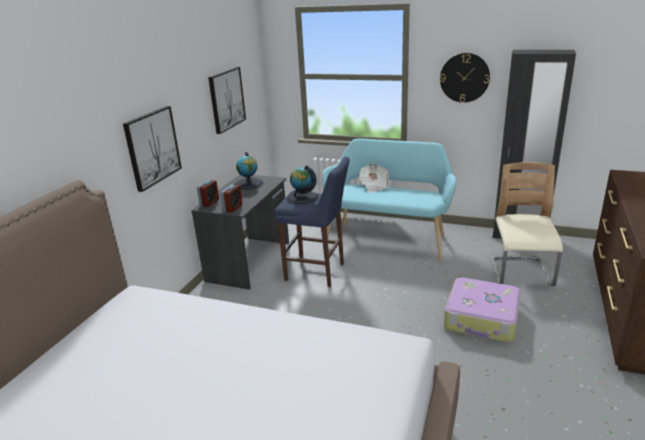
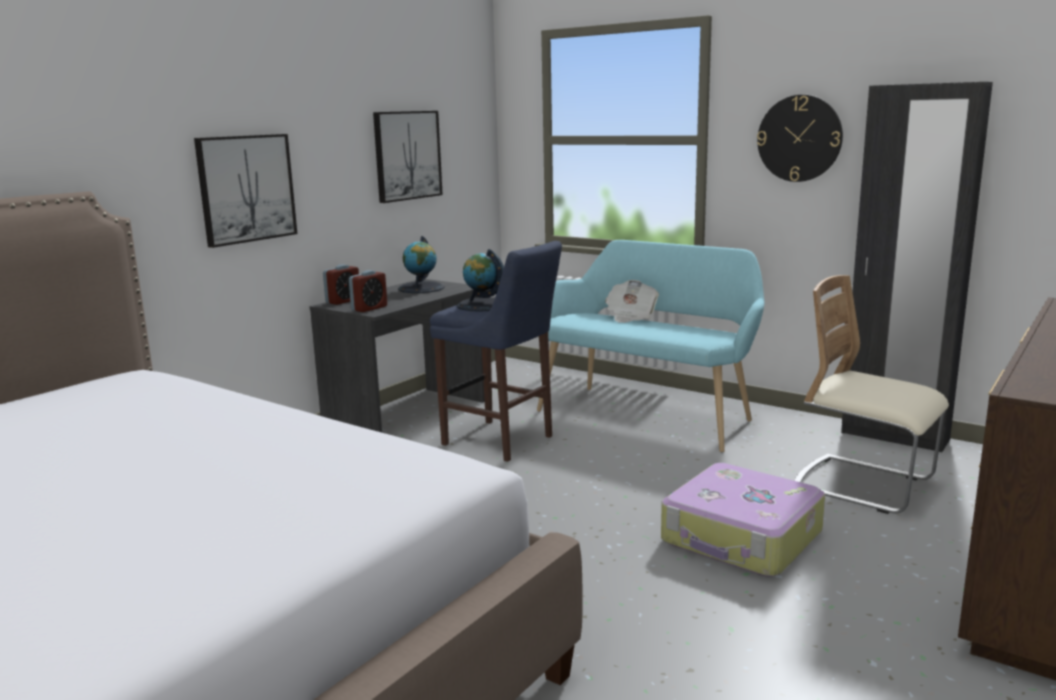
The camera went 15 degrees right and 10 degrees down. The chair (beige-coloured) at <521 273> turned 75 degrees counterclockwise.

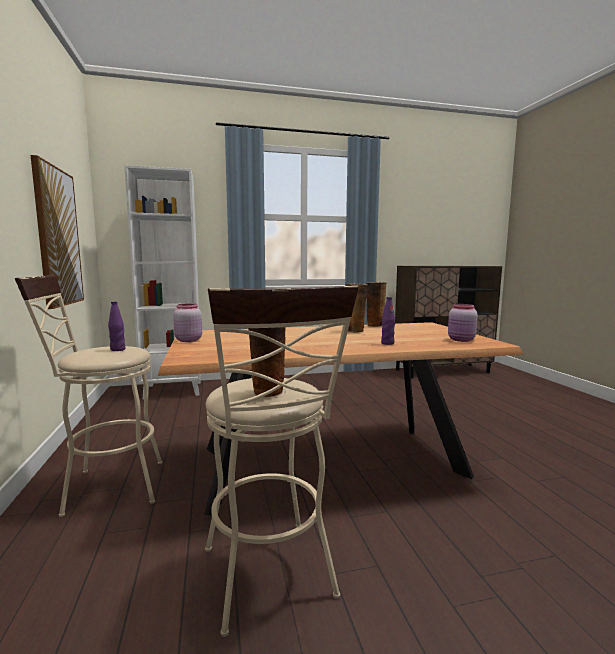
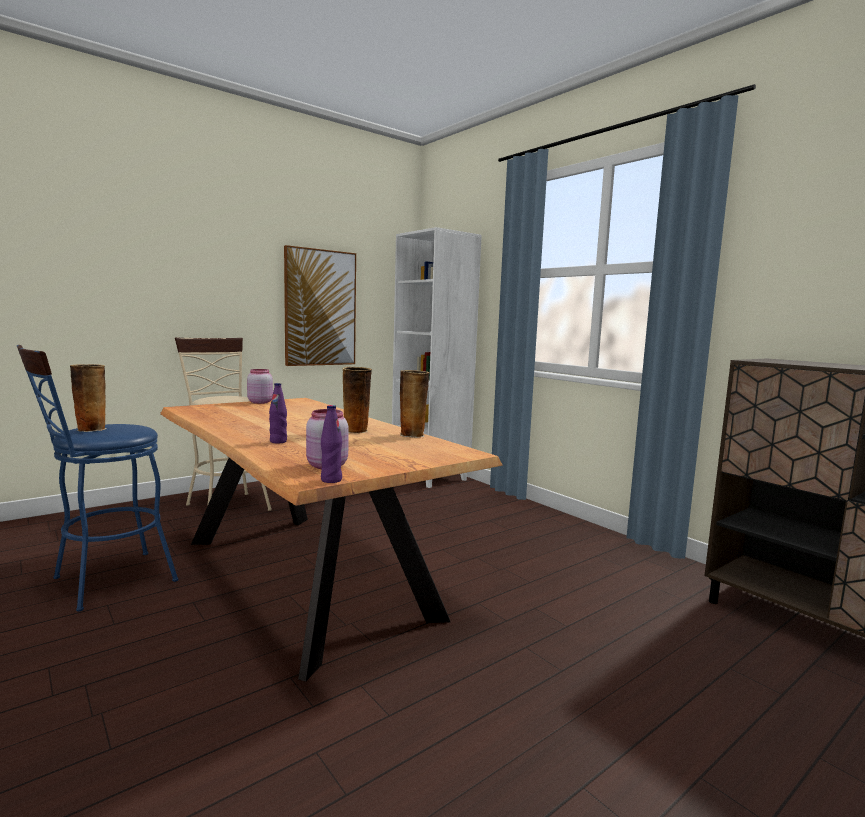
The camera went 65 degrees right and 0 degrees up. The stool (beige-coloured) at <271 580> became the stool (bluish) at <104 582>. The drink bottle (purple-coloured) moved from <118 350> to <331 480>.

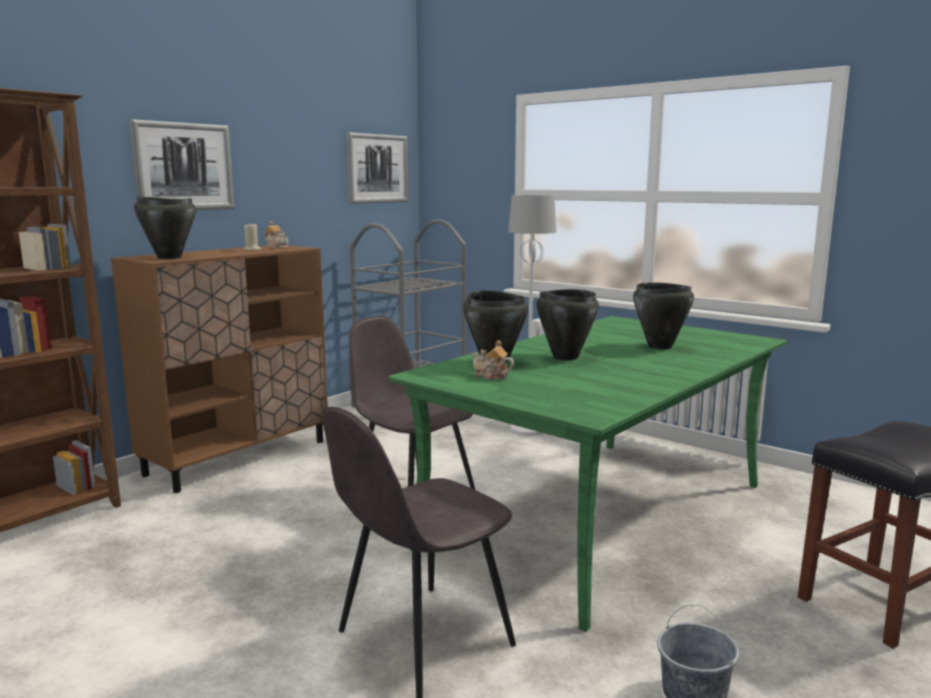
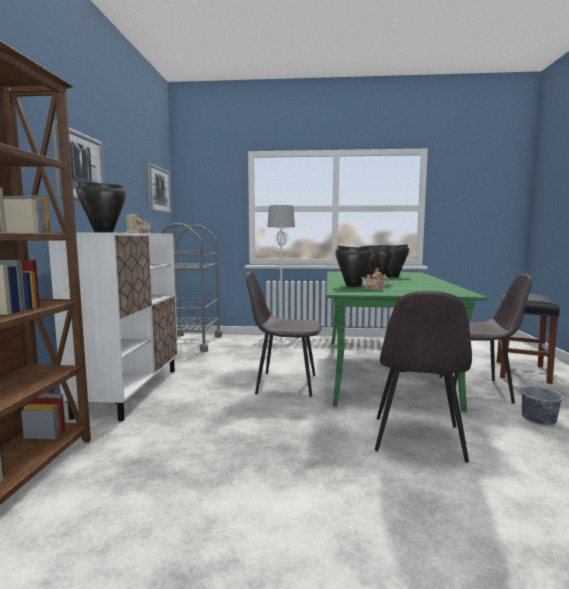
The camera went 35 degrees left and 5 degrees down. The cupboard (brownish) at <238 457> became the cupboard (white) at <130 391>. The chair (gray) at <476 389> appeared.

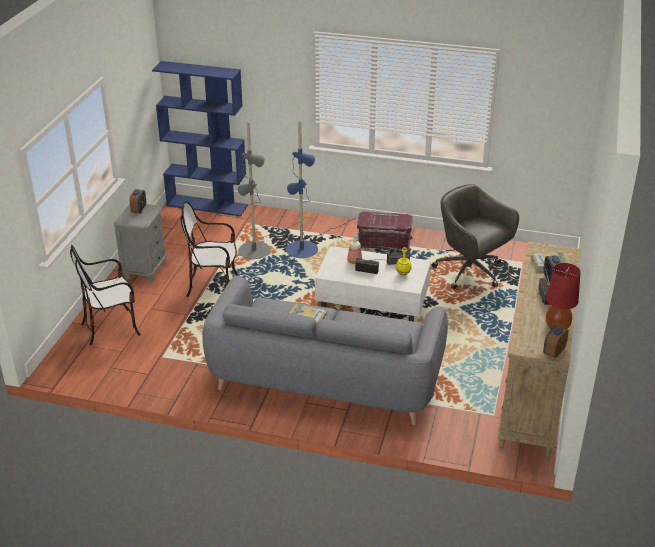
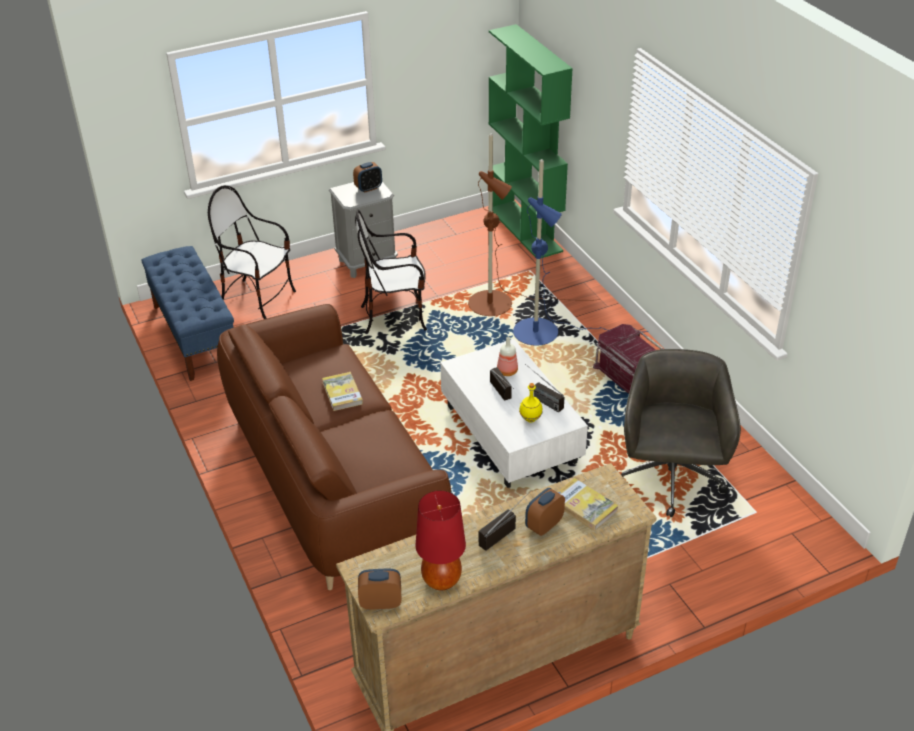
The camera went 50 degrees right and 5 degrees up. The bench (bluish) at <194 335> appeared. The sofa (gray) at <325 379> became the sofa (brownish) at <333 479>. The chair at <213 286> turned 60 degrees counterclockwise. The standard lamp (gray) at <259 247> became the standard lamp (brownish) at <500 303>. The bookshelf (bluish) at <207 205> became the bookshelf (greenish) at <525 229>.

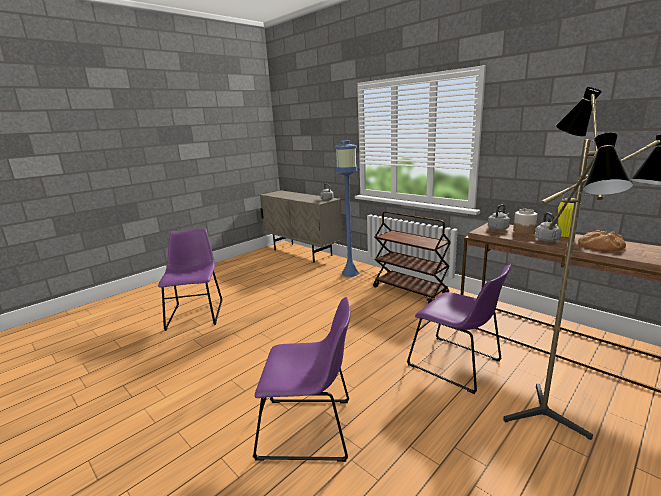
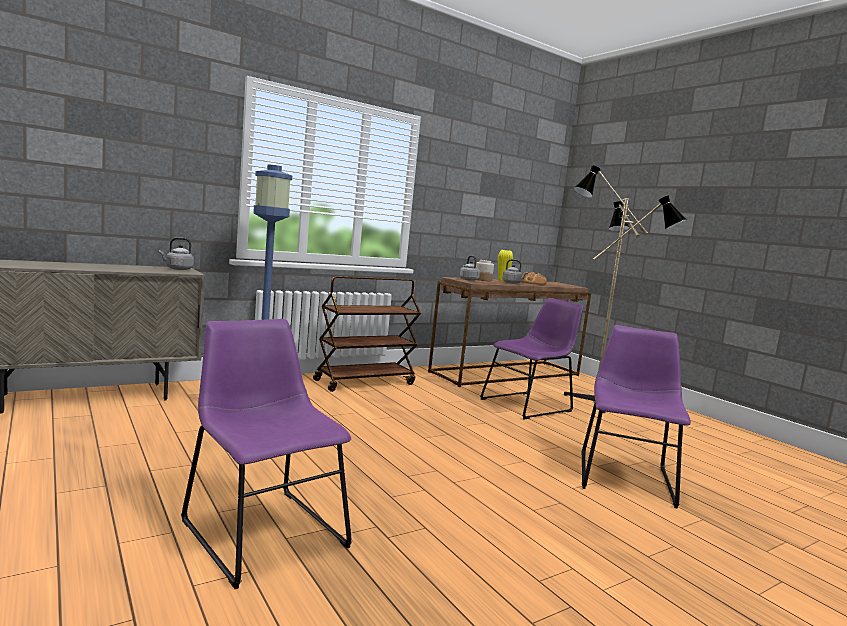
The camera went 80 degrees left and 10 degrees down. The chair (purple-coloured) at <196 313> turned 45 degrees clockwise.

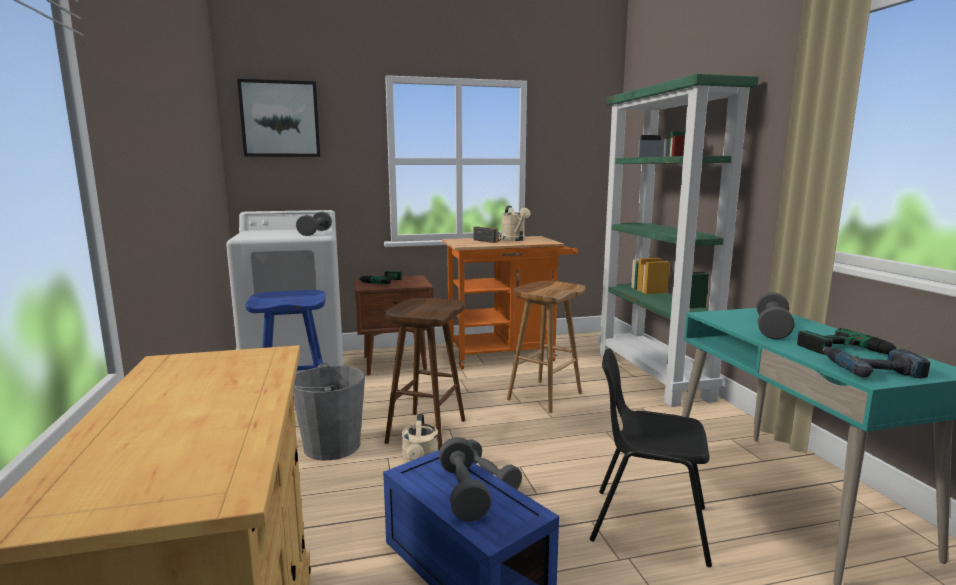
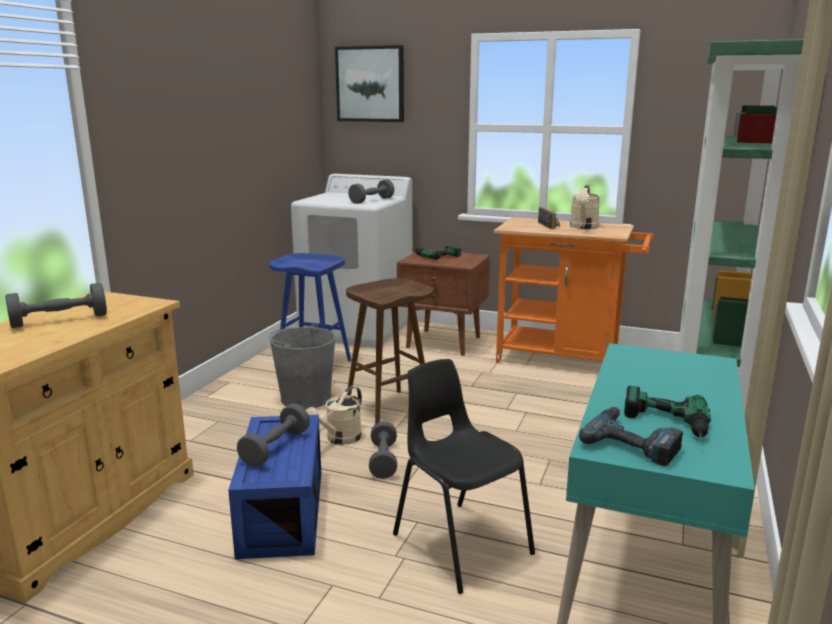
The camera went 35 degrees right and 5 degrees up. The free weight (gray) moved from <772 329> to <60 320>. The stool (brownish) at <544 395> disappeared.

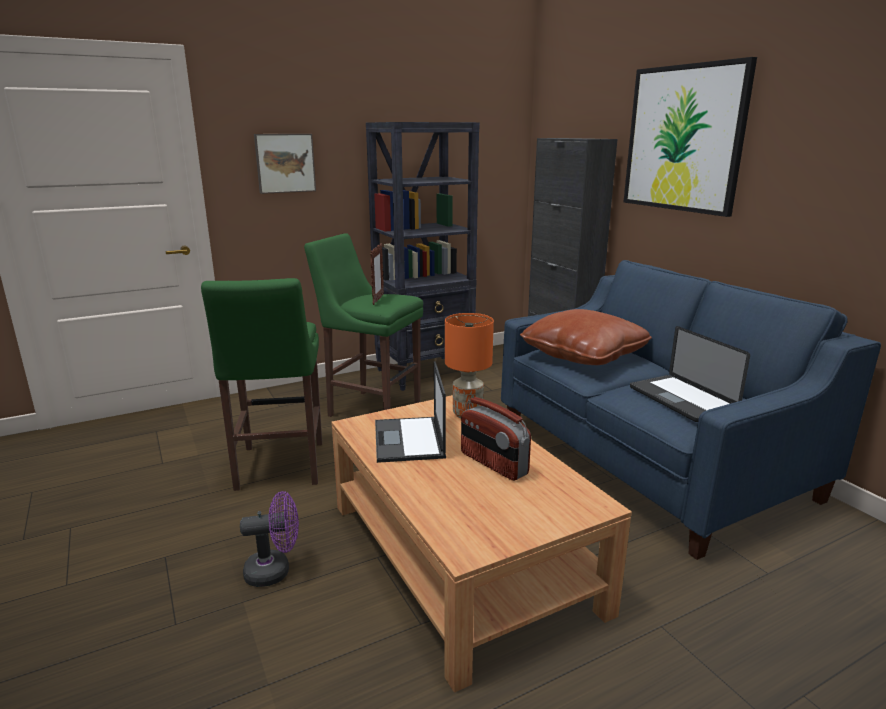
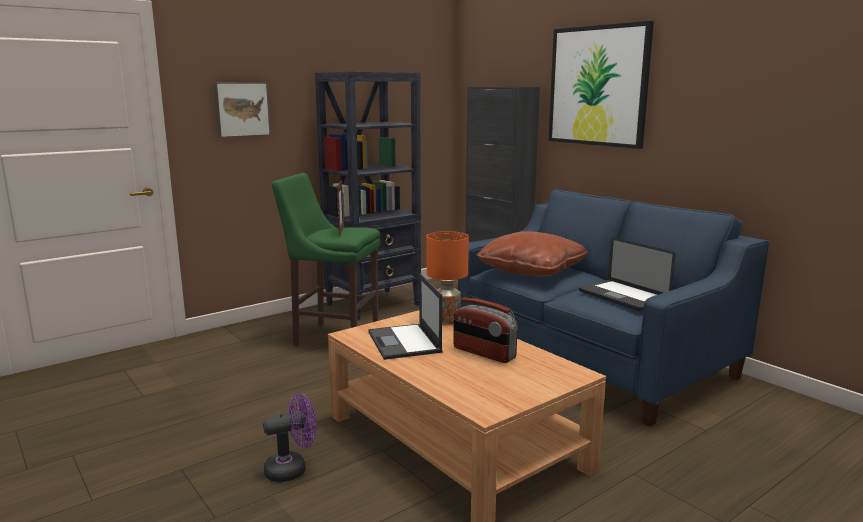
The camera went 10 degrees left and 5 degrees down. The stool (greenish) at <279 468> disappeared.

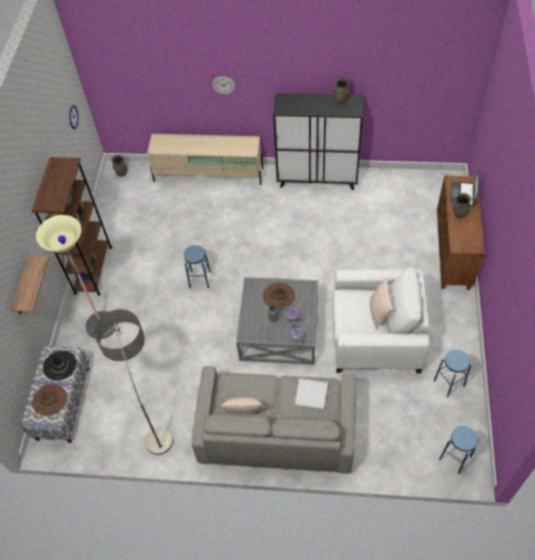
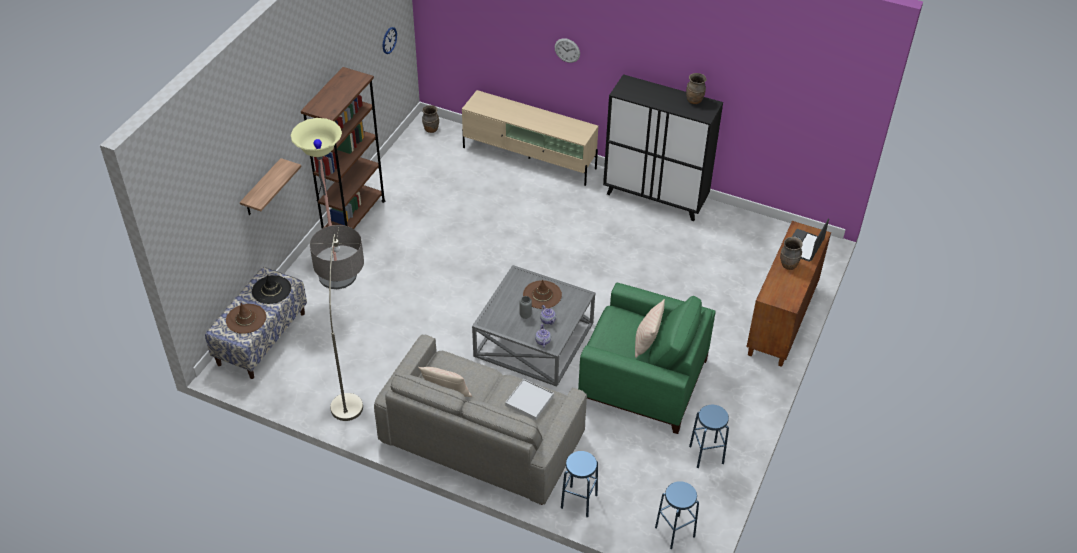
The camera went 15 degrees right and 10 degrees down. The stool (bluish) moved from <200 279> to <579 501>. The easy chair (white) at <374 337> became the easy chair (greenish) at <641 380>.

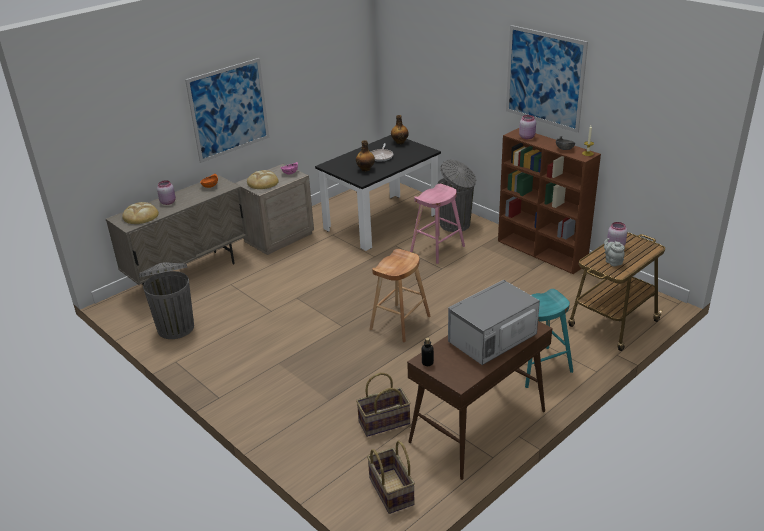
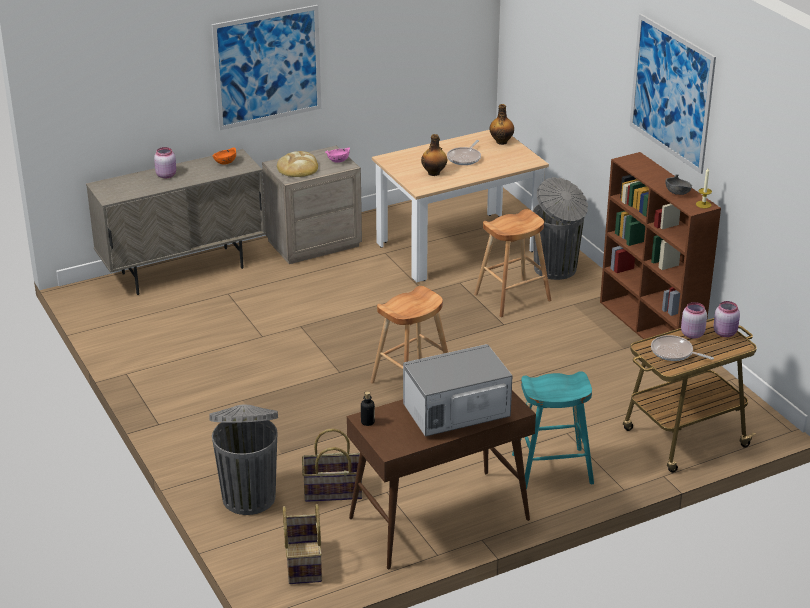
The camera went 15 degrees right and 0 degrees up. The rubbish bin (gray) moved from <175 327> to <249 496>. The dining table (black-coloured) at <381 222> became the dining table (beige-coloured) at <458 247>. The stool (pink-coloured) at <437 249> became the stool (brownish) at <512 297>. The pot for tea (gray) at <612 261> was replaced by the skillet at <674 352>. The jar (pink-coloured) moved from <527 137> to <725 333>. The bakery bread at <141 216> disappeared.

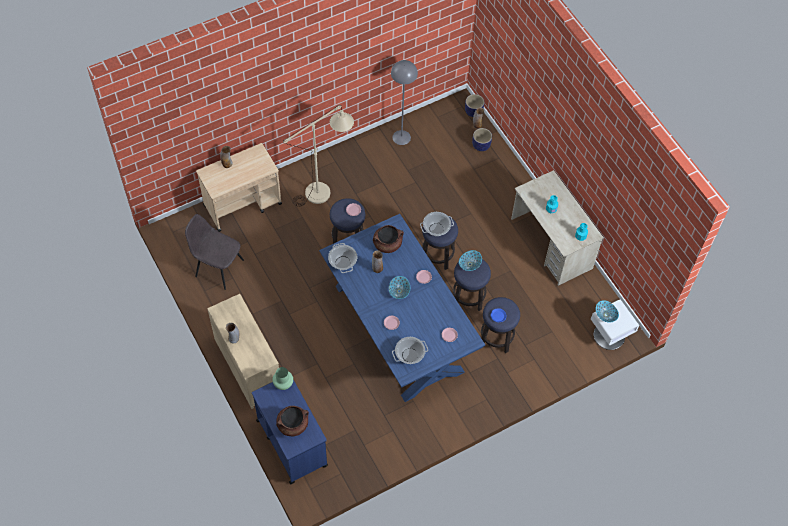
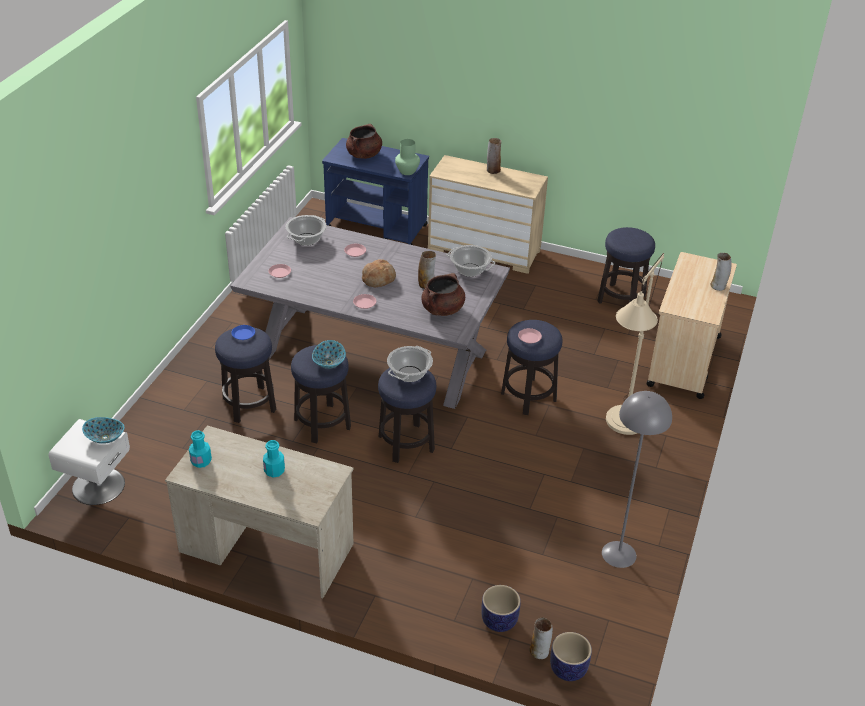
The camera went 140 degrees right and 20 degrees down. The dining table (bluish) at <399 328> became the dining table (gray) at <372 353>. The deep dish at <399 291> was replaced by the bakery bread at <378 279>. The chair (gray) at <218 267> was replaced by the stool at <621 299>.

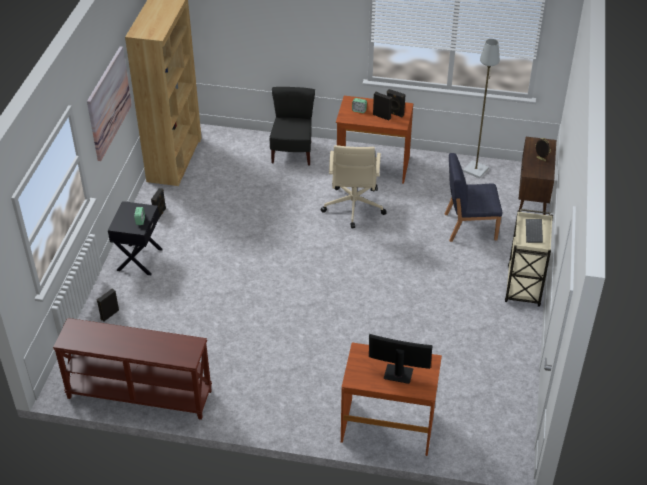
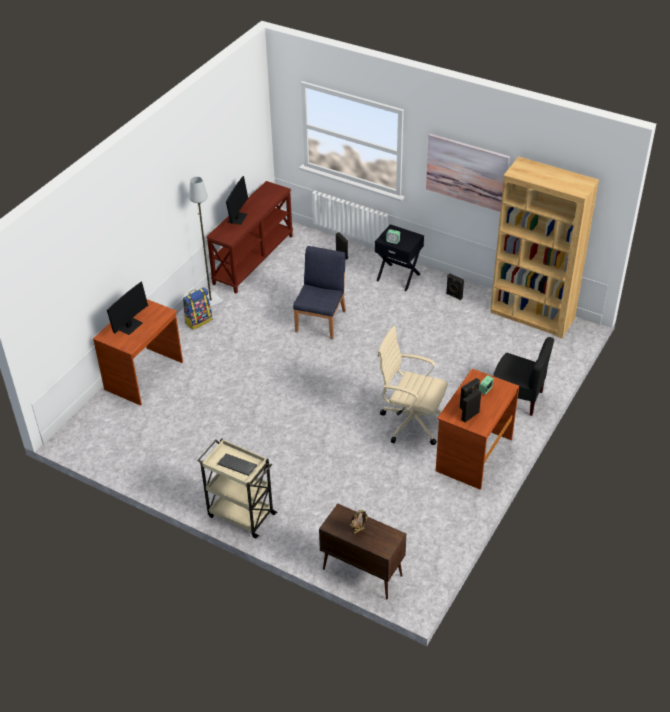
The camera went 110 degrees right and 0 degrees up. The knapsack at <198 321> appeared. The standard lamp (gray) moved from <476 170> to <210 301>. The computer display at <237 218> appeared. The chair (bluish) moved from <469 226> to <321 320>.

